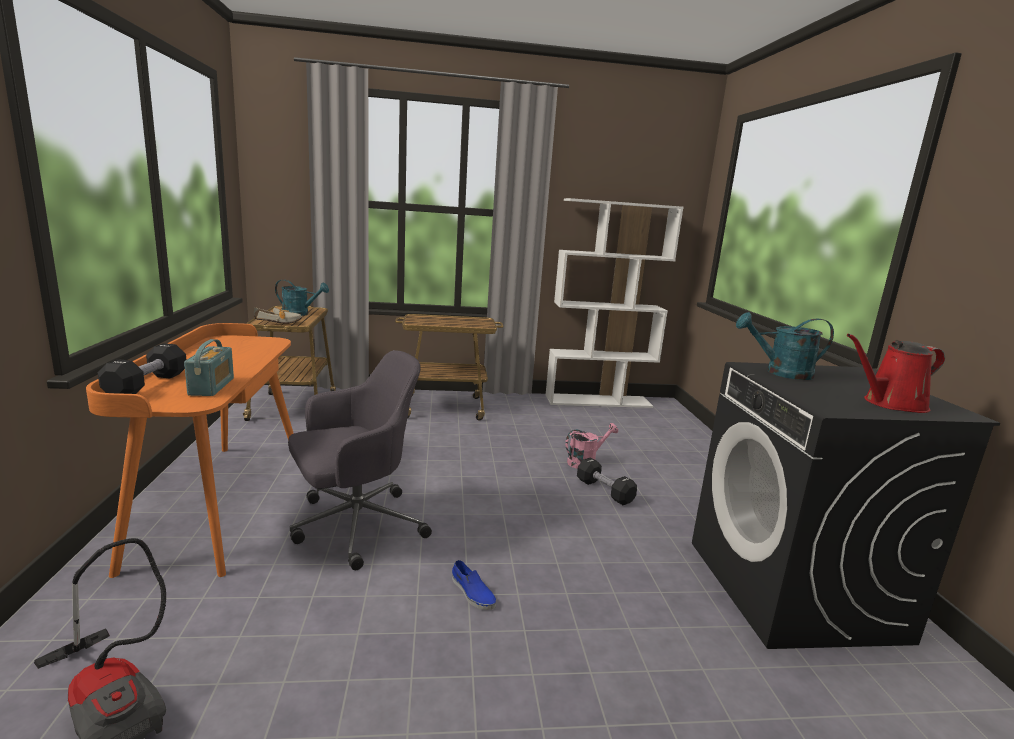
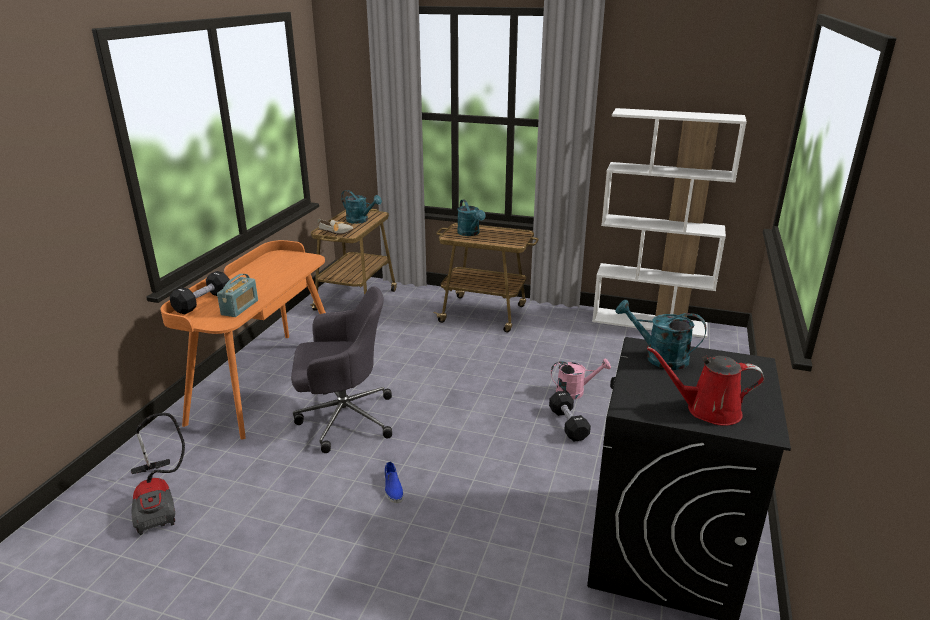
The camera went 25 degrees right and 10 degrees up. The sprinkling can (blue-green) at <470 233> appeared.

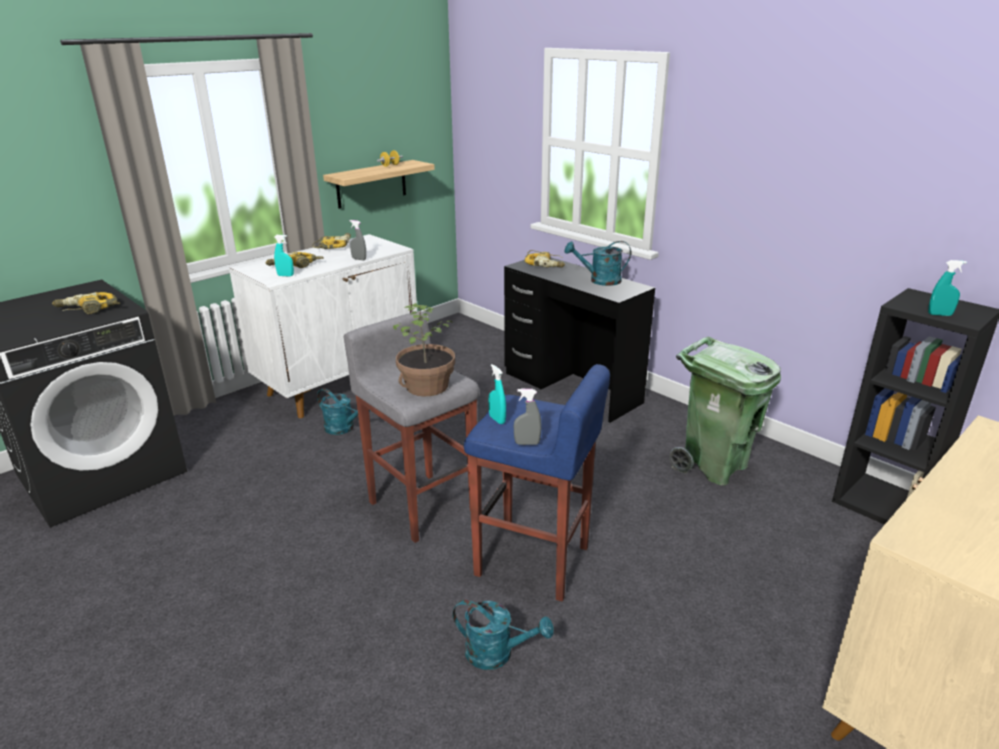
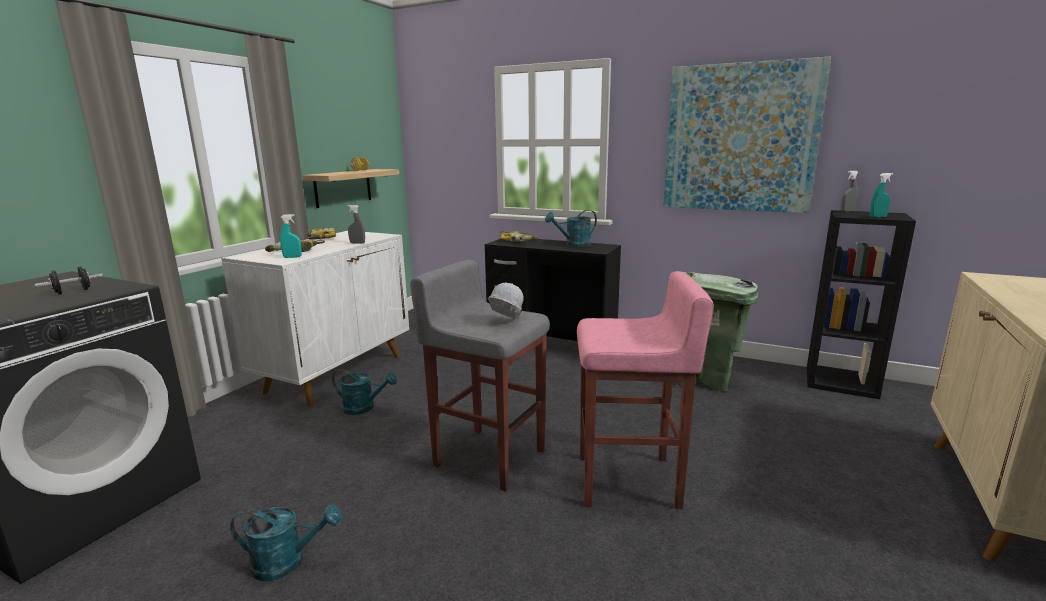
The camera went 20 degrees left and 10 degrees down. The power drill at <88 310> was replaced by the free weight (black-coloured) at <73 292>. The sprinkling can (blue-green) moved from <497 654> to <288 562>. The plant in a pot at <427 386> was replaced by the hard hat (white) at <504 322>. The stool (bluish) at <533 562> became the stool (pink-coloured) at <629 482>. The wall art at <739 138> appeared. The hand sprayer (gray) moved from <527 443> to <847 211>. The hand sprayer (blue-green) at <497 419> disappeared.

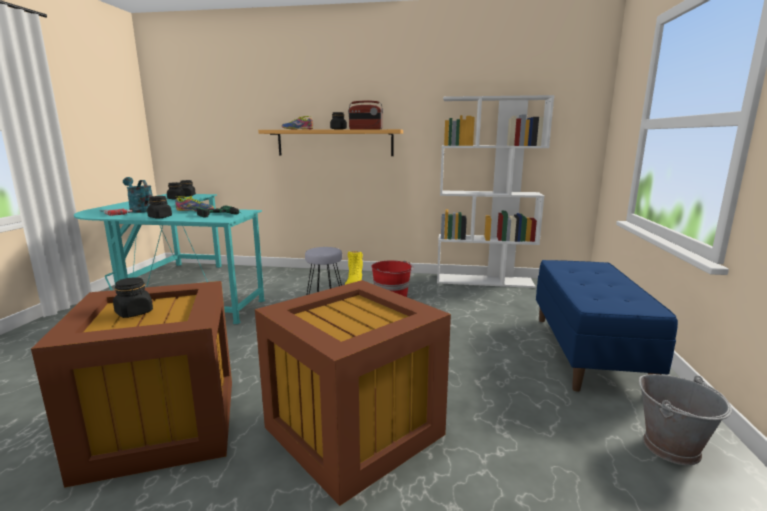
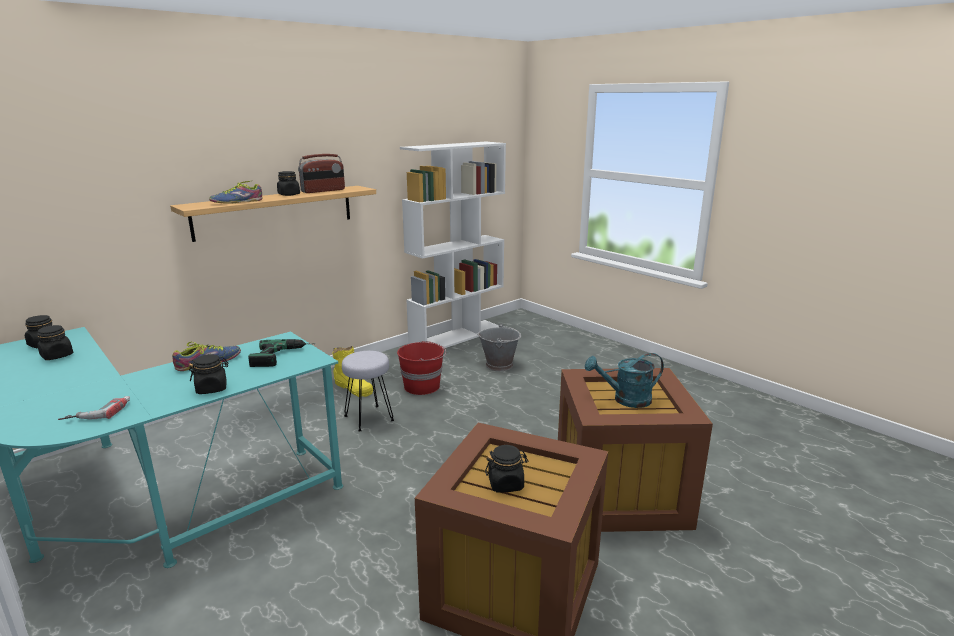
The camera went 50 degrees left and 5 degrees up. The water bucket (gray) moved from <672 447> to <499 365>. The sprinkling can (blue-green) moved from <140 210> to <625 400>. The bench (bluish) at <588 352> disappeared.

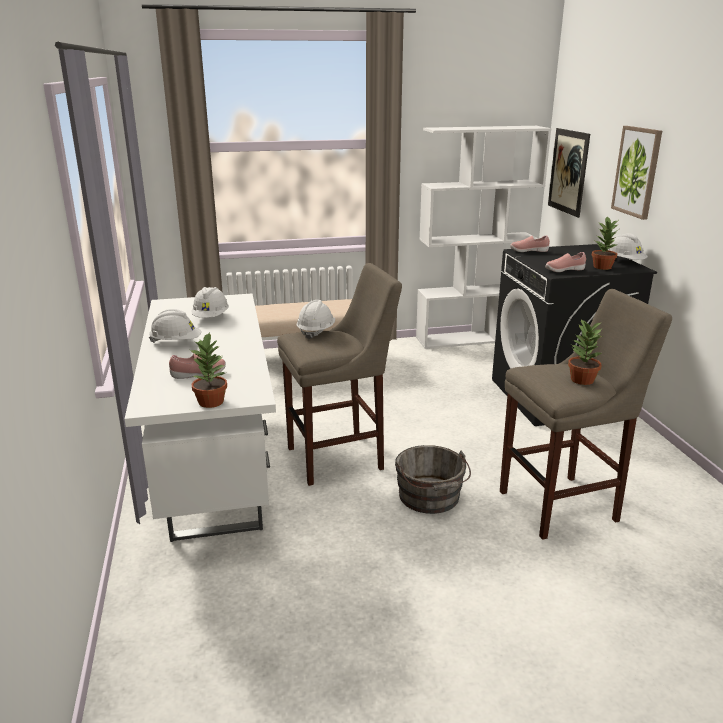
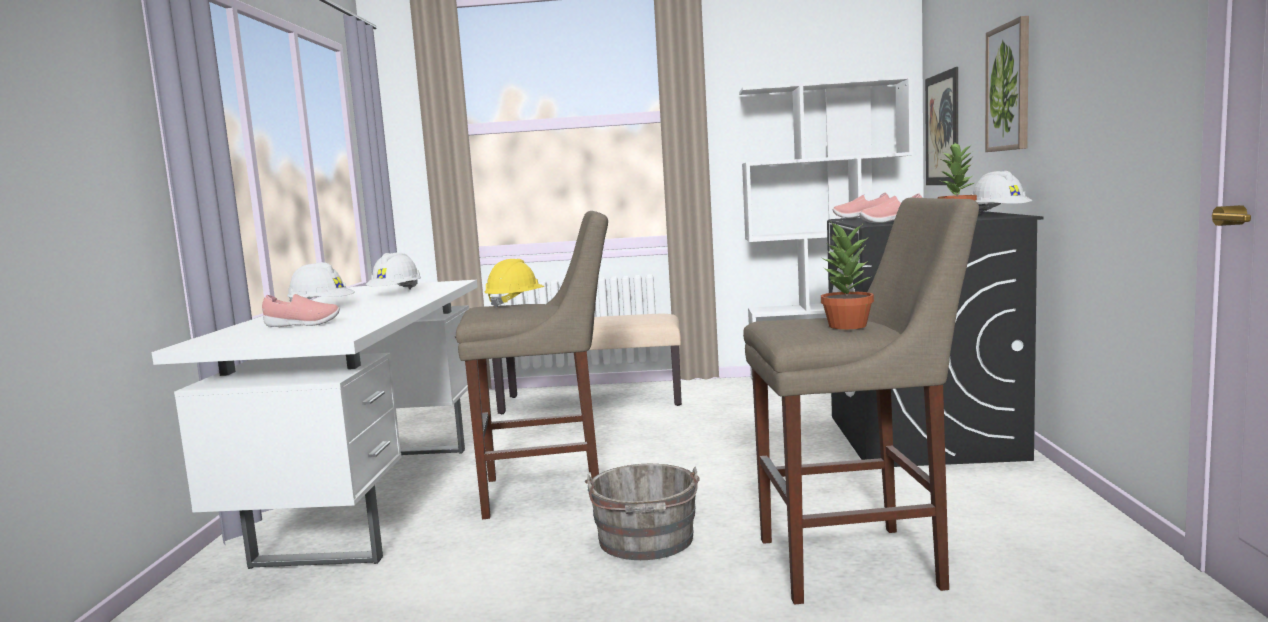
The camera went 15 degrees right and 15 degrees down. The hard hat (white) at <316 331> became the hard hat (yellow-coloured) at <515 303>. The plant in a pot at <212 402> disappeared.

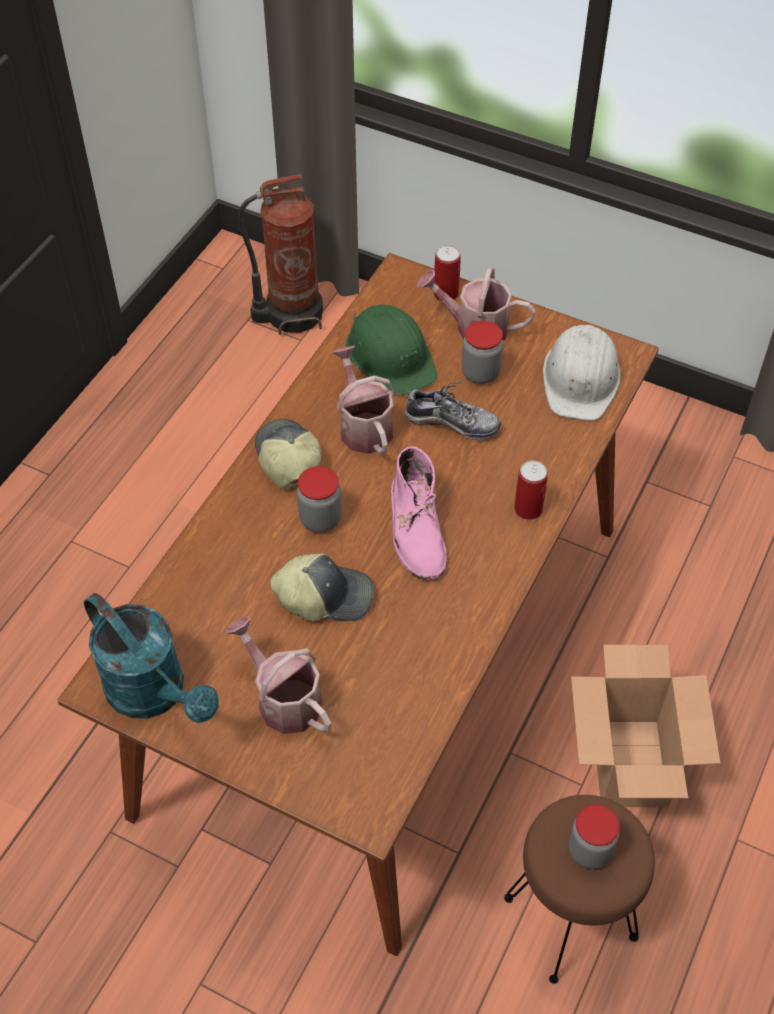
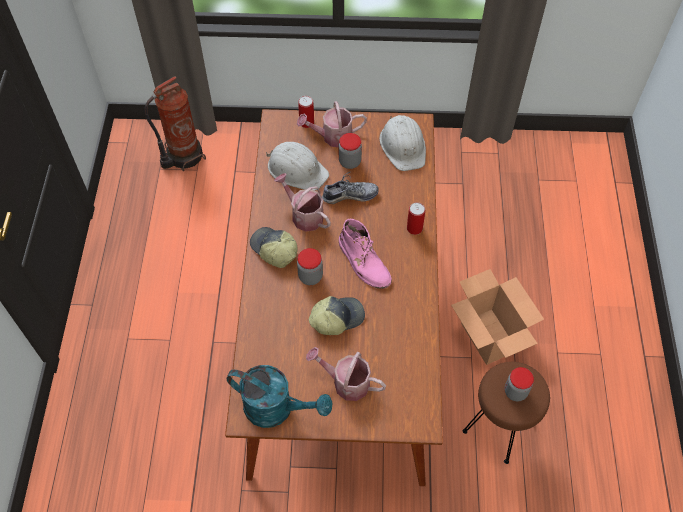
The camera went 25 degrees left and 5 degrees up. The hard hat (greenish) at <391 356> became the hard hat (white) at <297 169>.

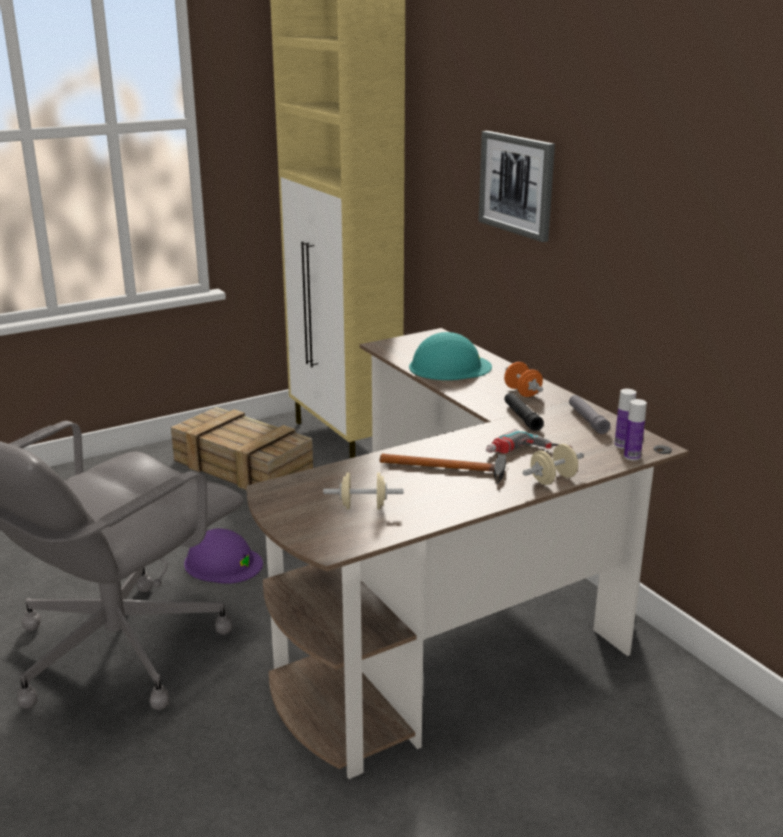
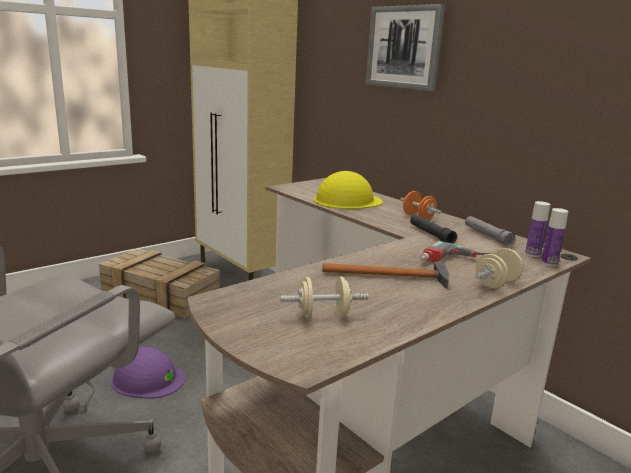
The camera went 10 degrees left and 5 degrees down. The hard hat (blue-green) at <449 367> became the hard hat (yellow-coloured) at <347 200>.

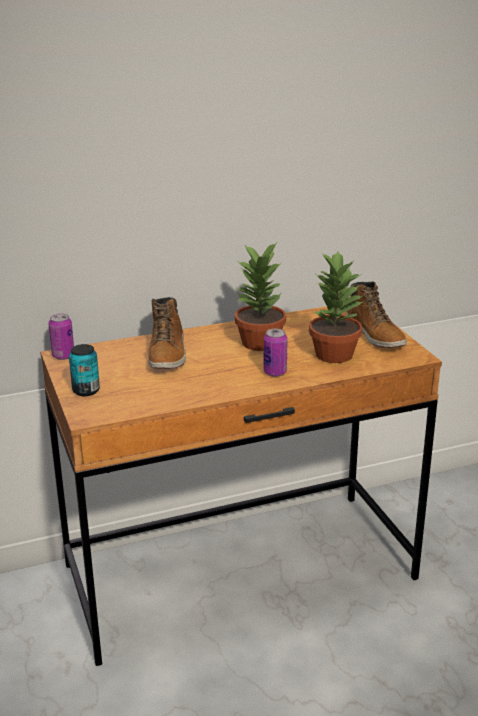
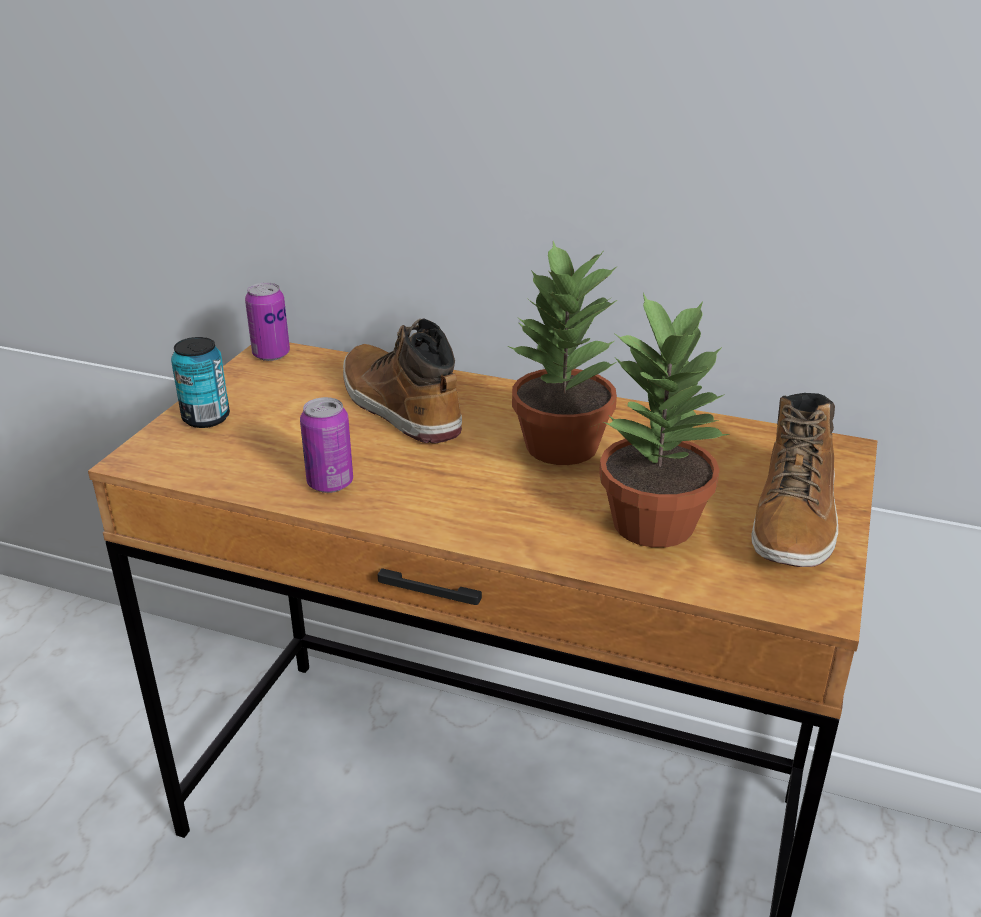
The camera went 40 degrees right and 5 degrees up. The can moved from <275 372> to <330 483>. The high-top boot at <168 354> turned 105 degrees clockwise.

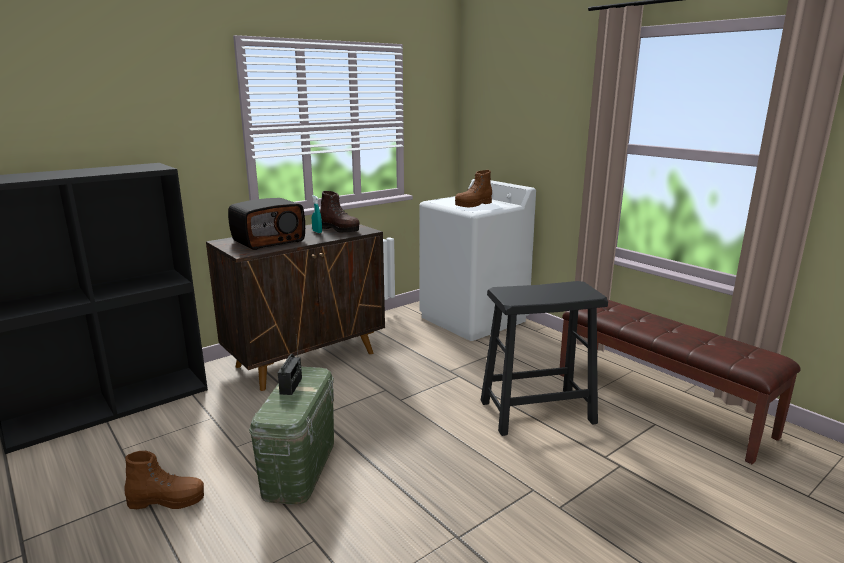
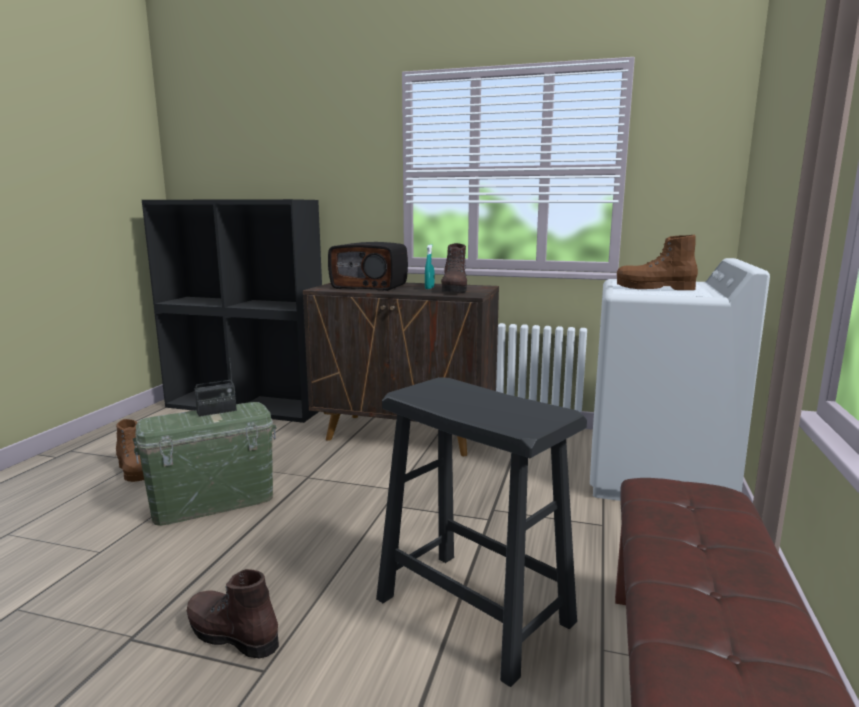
The camera went 55 degrees right and 5 degrees down. The high-top boot (brownish) at <231 635> appeared.

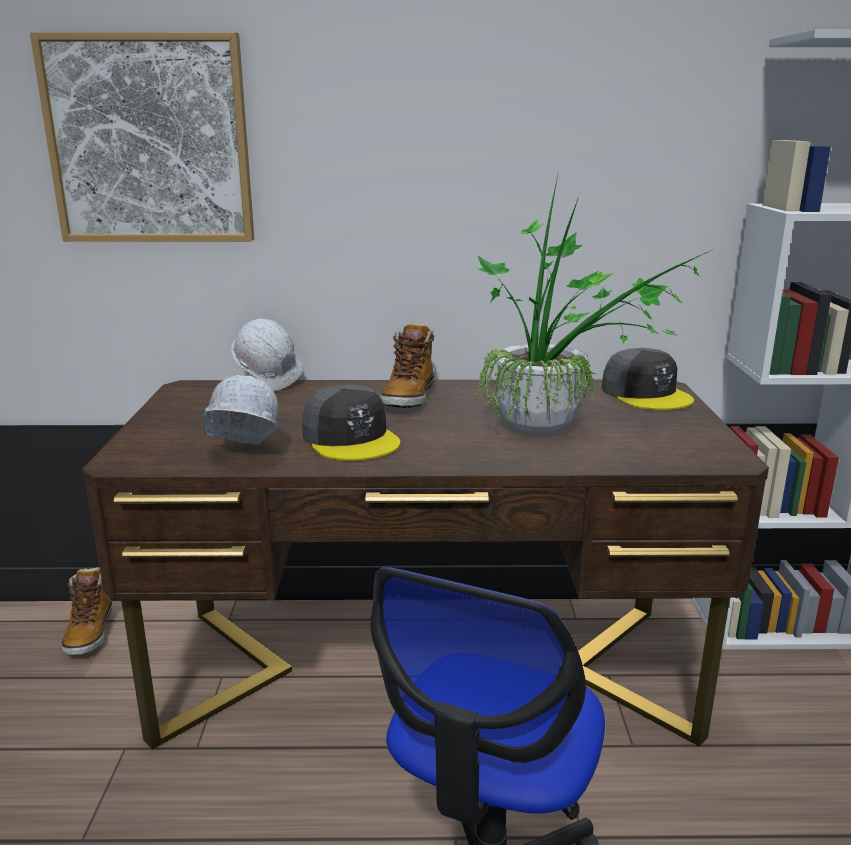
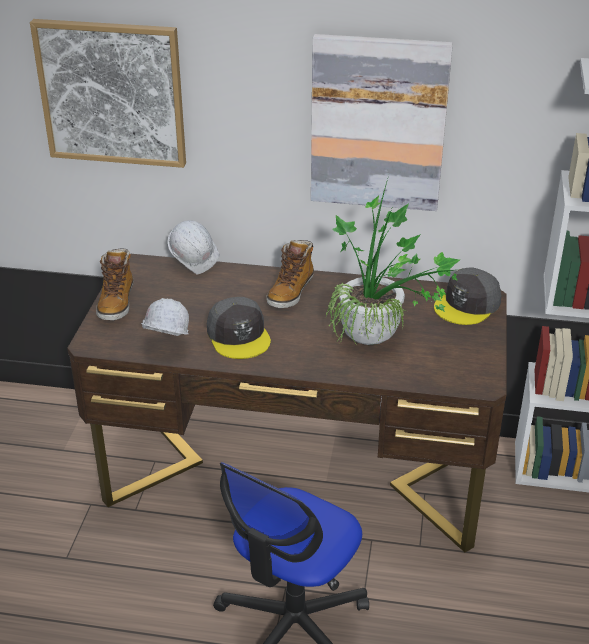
The camera went 10 degrees right and 15 degrees up. The high-top boot moved from <89 632> to <116 303>. The wall art at <378 123> appeared. The baseball cap (gray) at <646 394> turned 60 degrees clockwise.

